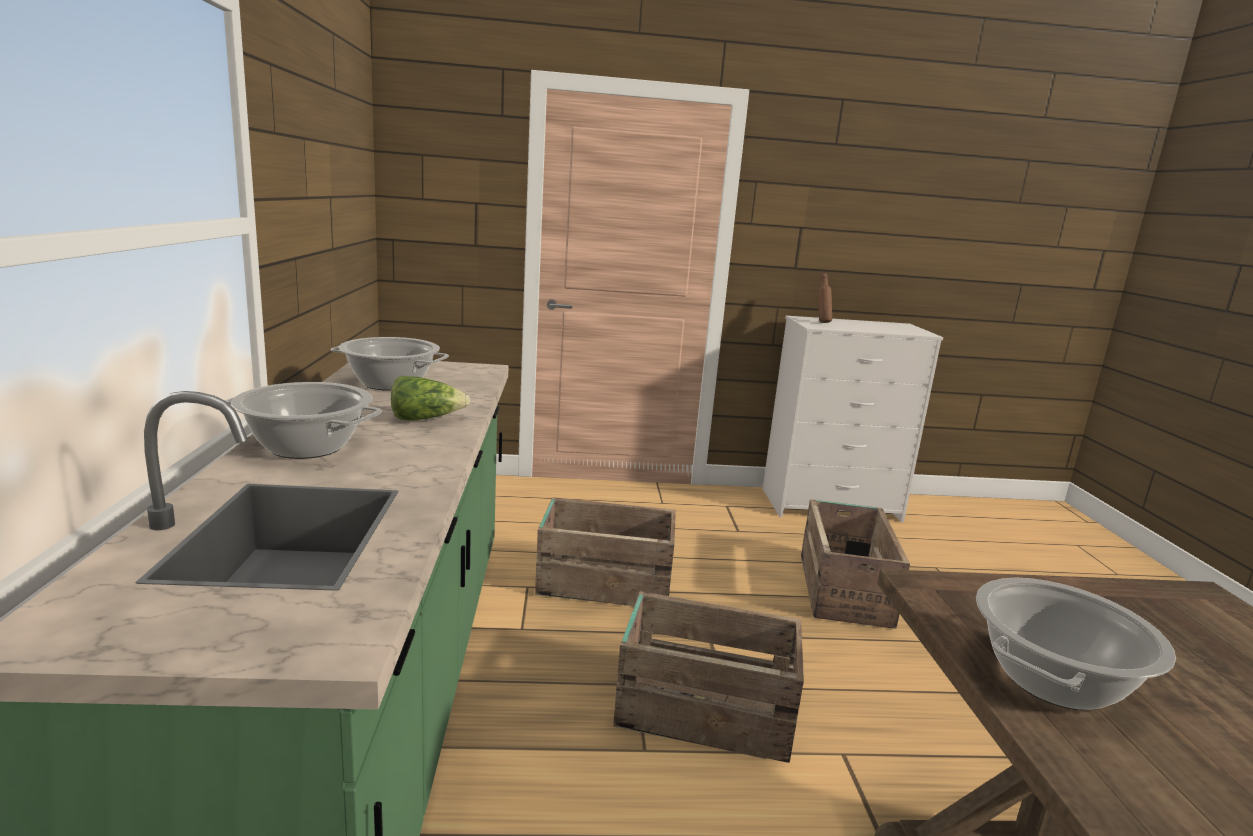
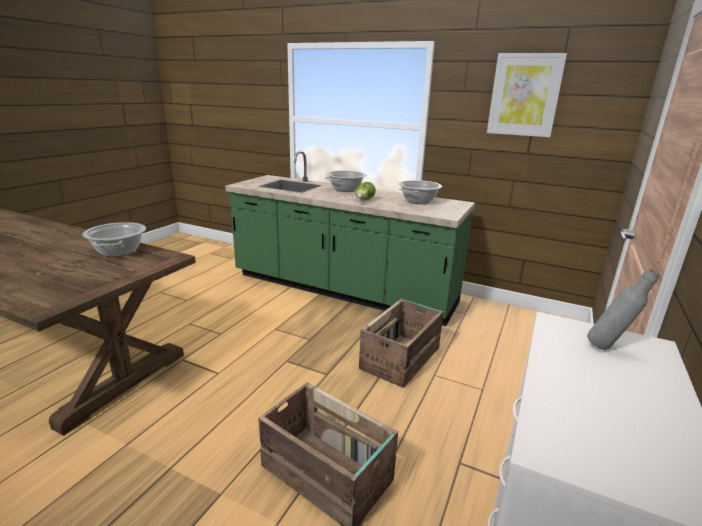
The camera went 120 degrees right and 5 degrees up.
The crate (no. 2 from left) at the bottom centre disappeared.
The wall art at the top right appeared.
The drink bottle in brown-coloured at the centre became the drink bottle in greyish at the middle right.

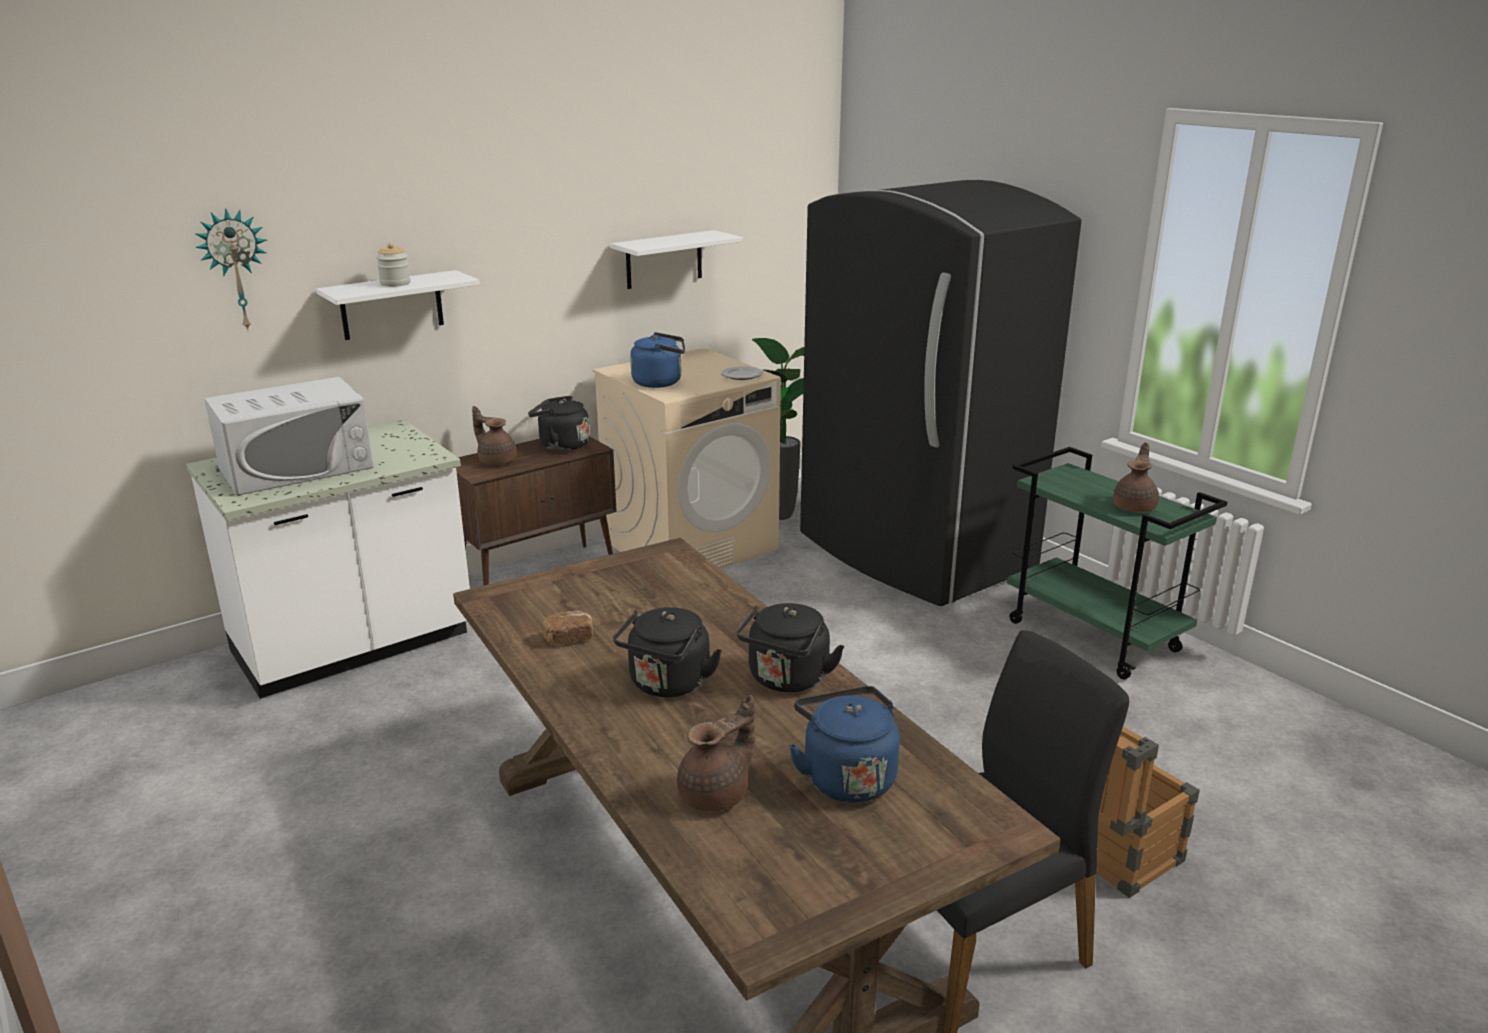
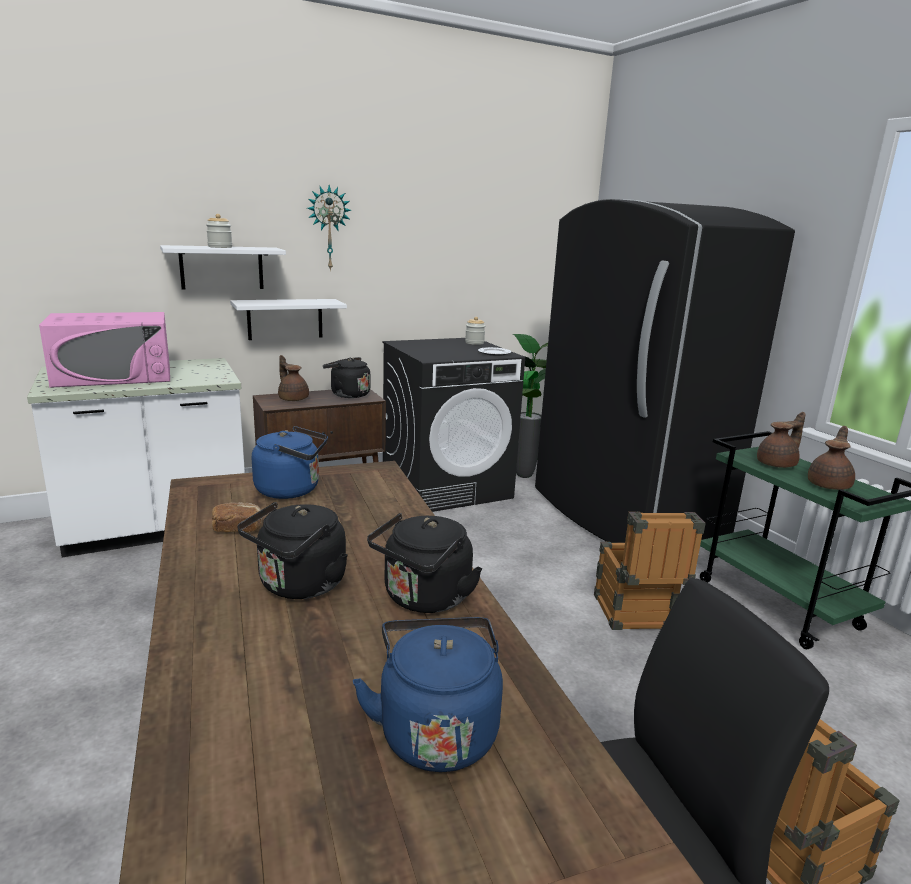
The camera went 10 degrees right and 5 degrees down.
The preserve jar (no. 2 from left) at the centre appeared.
The crate (no. 1 from left) at the middle right appeared.
The hanging clock moved from the top left to the top centre.
The shelf in white-coloured (no. 2 from left) moved from the top centre to the middle left.
The tea kettle in bluish (no. 1 from left) moved from the centre to the middle left.
The teapot in brown-coloured (no. 2 from left) moved from the bottom centre to the middle right.
The microwave oven in white-coloured at the middle left became the microwave oven in pink at the middle left.
The laundry machine in sand-coloured at the centre became the laundry machine in black at the centre.

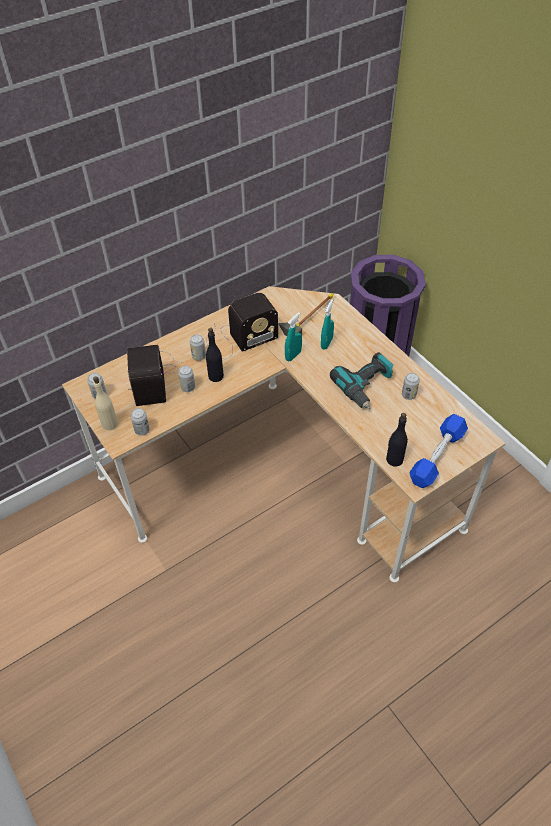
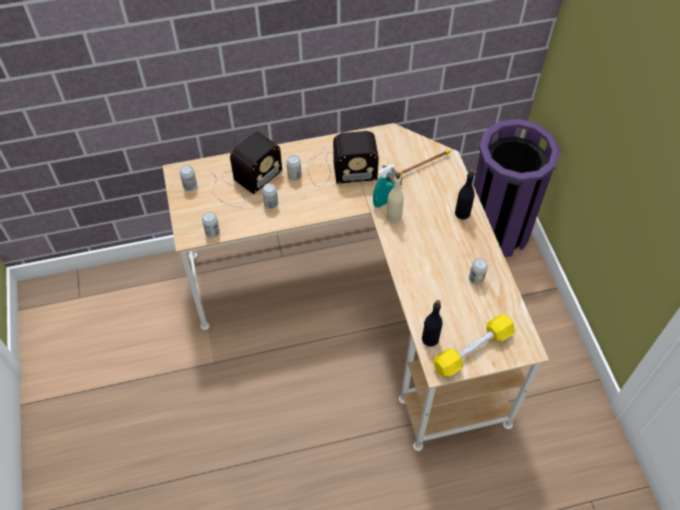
The camera went 20 degrees right and 5 degrees up.
The sprayer in turquoise-coloured (no. 2 from left) at the centre disappeared.
The drill at the centre disappeared.
The drink bottle in sand-coloured moved from the middle left to the centre.
The drink bottle in black (no. 1 from left in the first image) moved from the centre to the middle right.
The free weight in bluish at the middle right became the free weight in yellow at the bottom right.
The radio set (no. 1 from left) at the middle left turned 150 degrees counterclockwise.

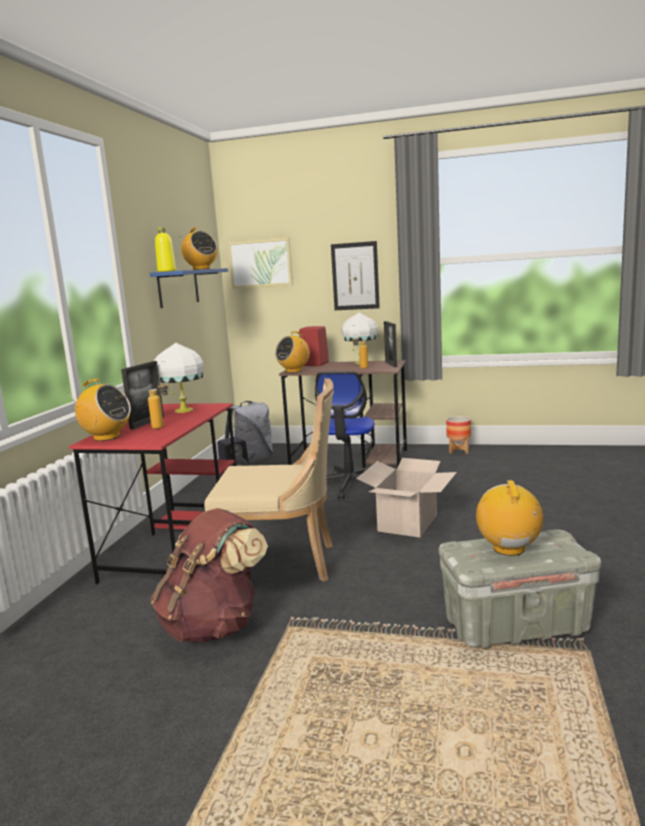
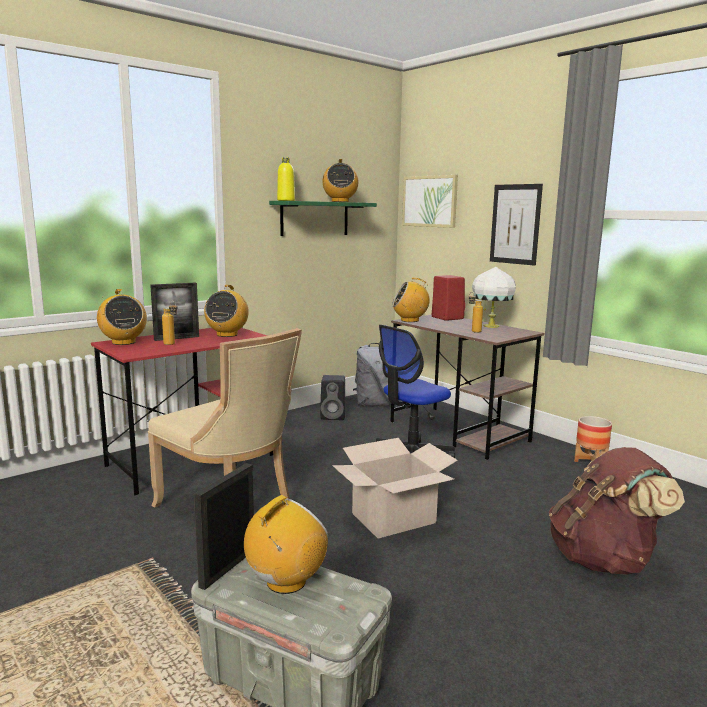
The camera went 35 degrees right and 0 degrees up.
The knapsack in brown-coloured moved from the bottom left to the bottom right.
The picture frame (no. 2 from left) moved from the centre to the bottom left.
The table lamp in white-coloured (no. 1 from left) at the middle left was replaced by the radio set (no. 2 from left) at the middle left.
The shelf in bluish at the middle left became the shelf in green at the top centre.

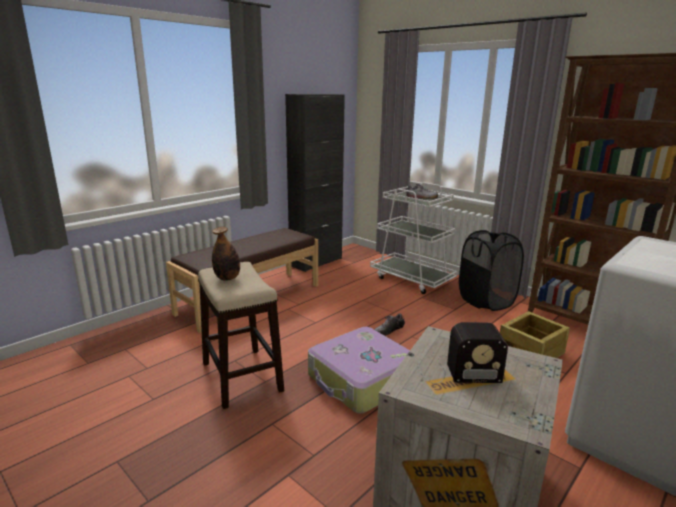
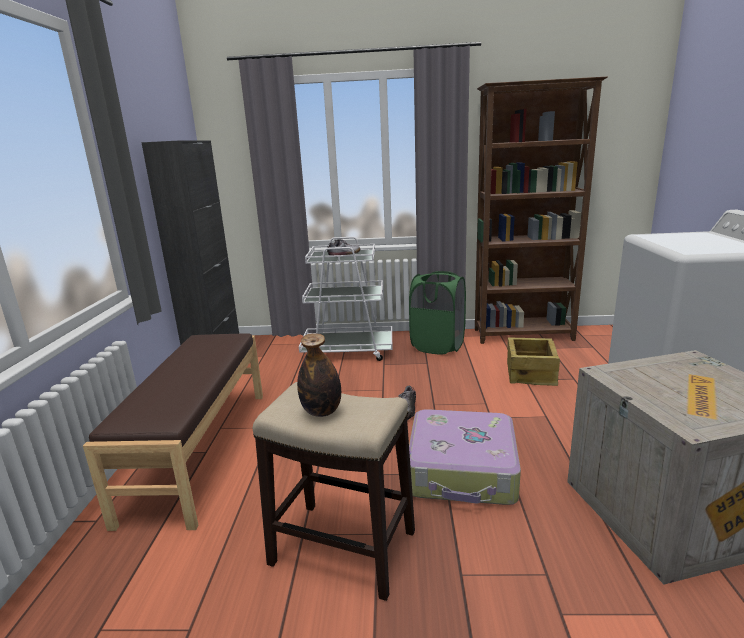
The camera went 40 degrees left and 0 degrees up.
The radio set at the bottom right disappeared.
The washing basket in black at the middle right became the washing basket in green at the centre.

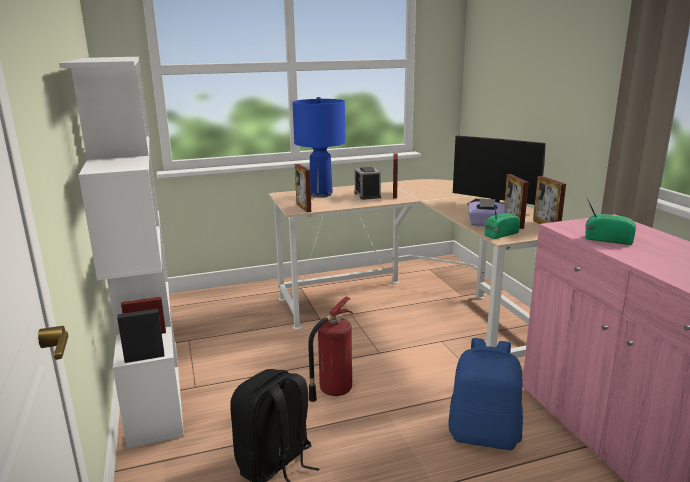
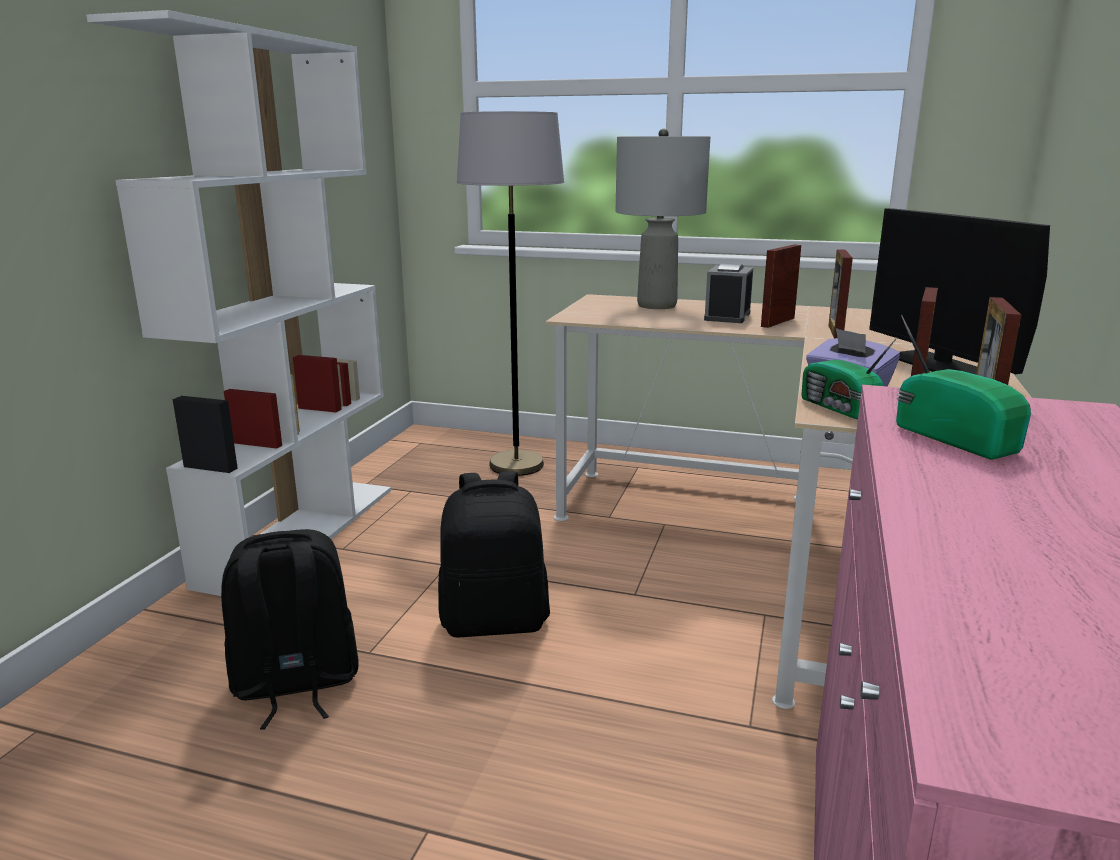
The camera went 35 degrees right and 0 degrees up.
The knapsack in bluish at the bottom right disappeared.
The standard lamp in greyish at the centre appeared.
The picture frame (no. 1 from left in the first image) moved from the centre to the middle right.
The extinguisher at the bottom centre was replaced by the knapsack in black (no. 2 from left) at the centre.
The table lamp in bluish at the top centre became the table lamp in greyish at the top centre.
The radio set (no. 1 from left) at the middle right turned 120 degrees counterclockwise.

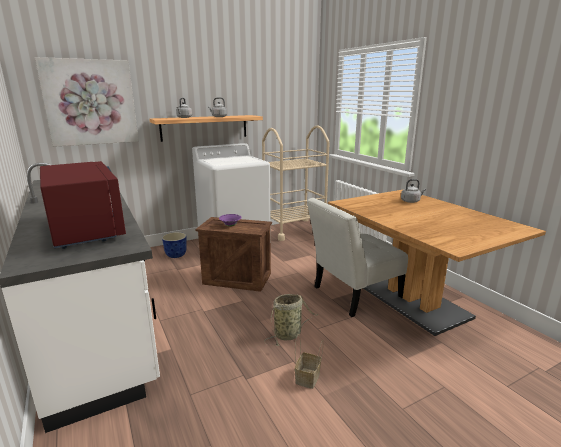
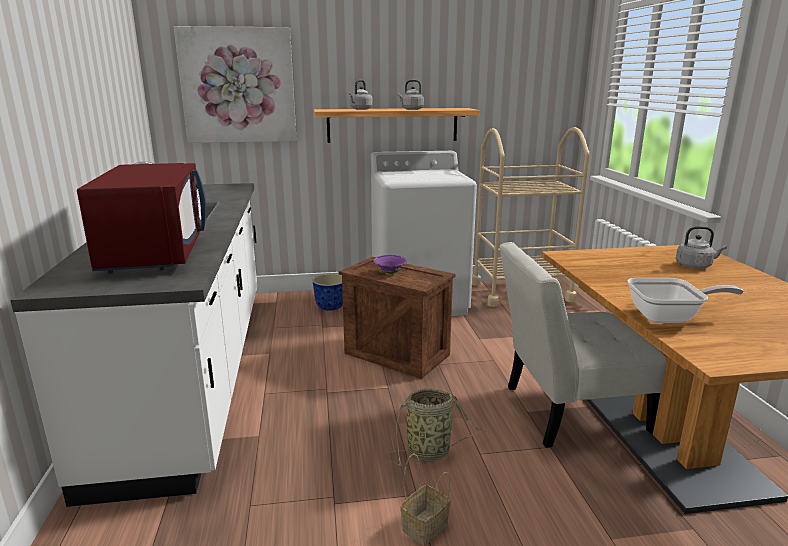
The camera went 20 degrees right and 0 degrees up.
The pan at the middle right appeared.

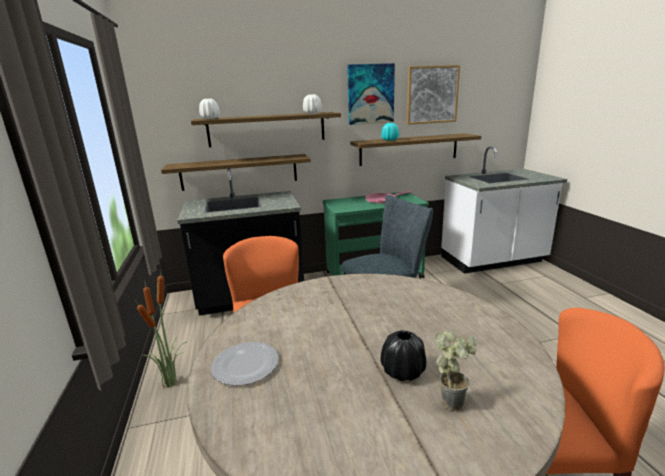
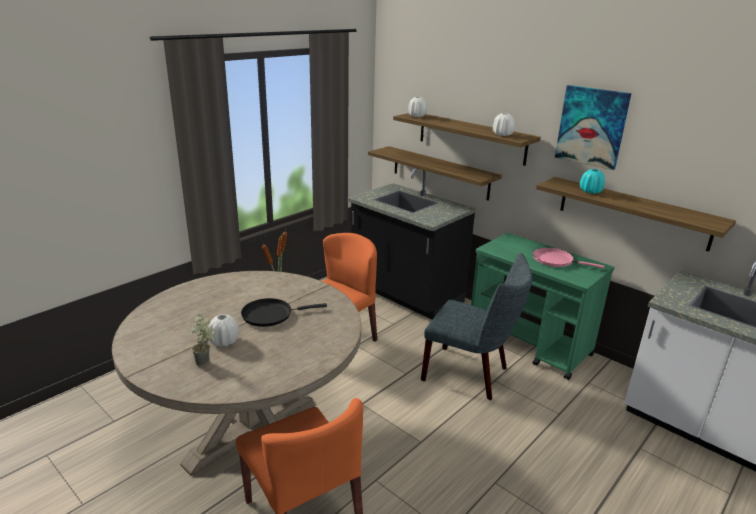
The camera went 55 degrees right and 5 degrees up.
The dinner plate at the bottom centre disappeared.
The wall art (no. 2 from left) at the top centre disappeared.
The pan in black at the centre appeared.
The vase in black at the bottom centre became the vase in white-coloured (no. 1 from left) at the middle left.

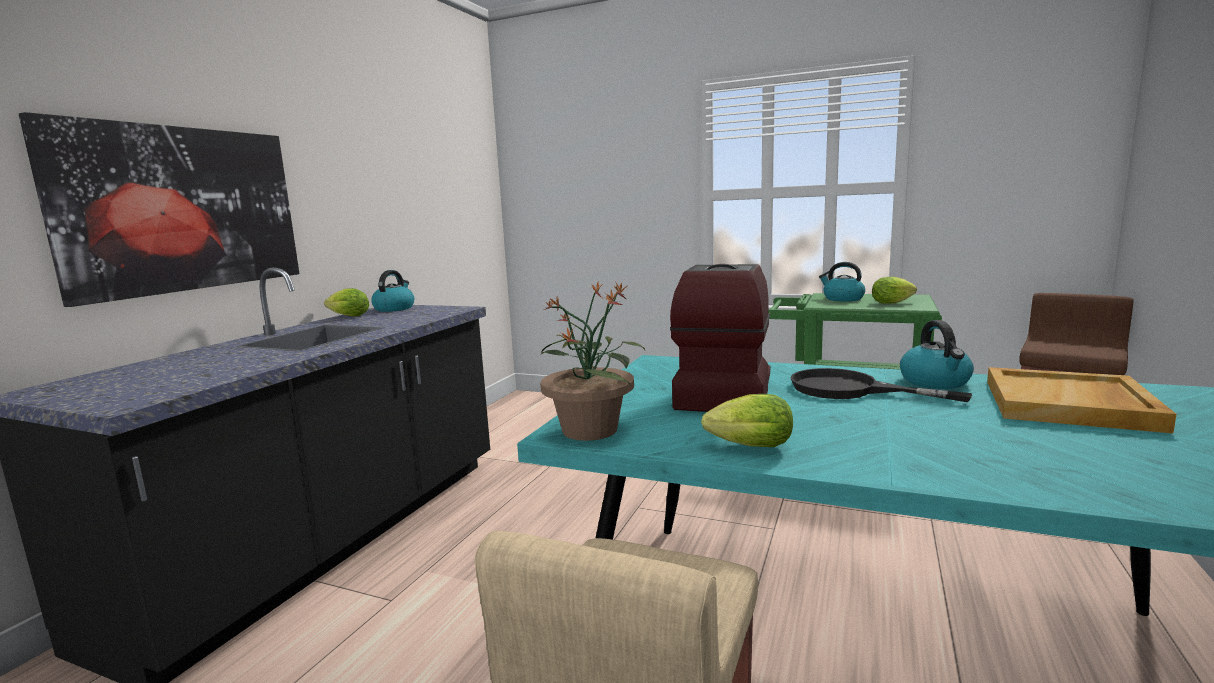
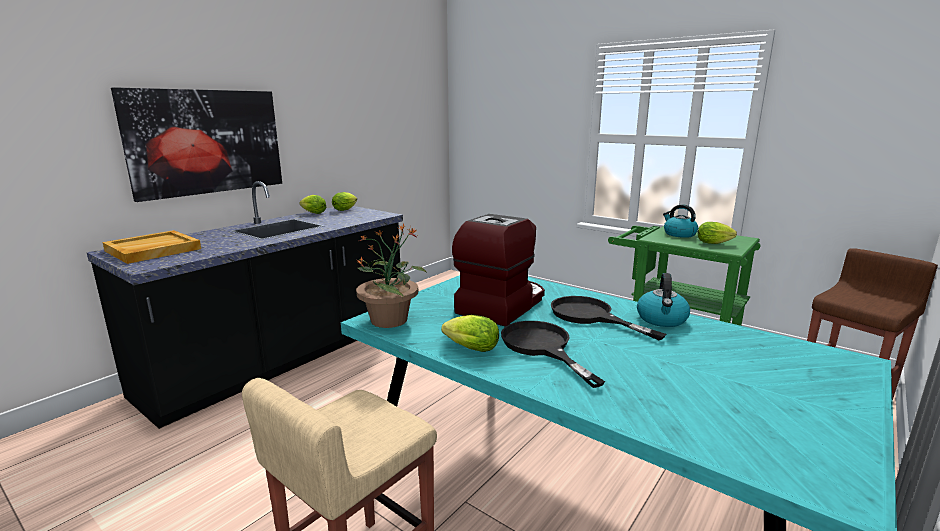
The camera went 15 degrees right and 5 degrees up.
The pan in black (no. 1 from left) at the bottom centre appeared.
The tray in sand-coloured moved from the middle right to the middle left.
The tea kettle (no. 1 from left) at the middle left was replaced by the head of lettuce (no. 2 from left) at the centre.

